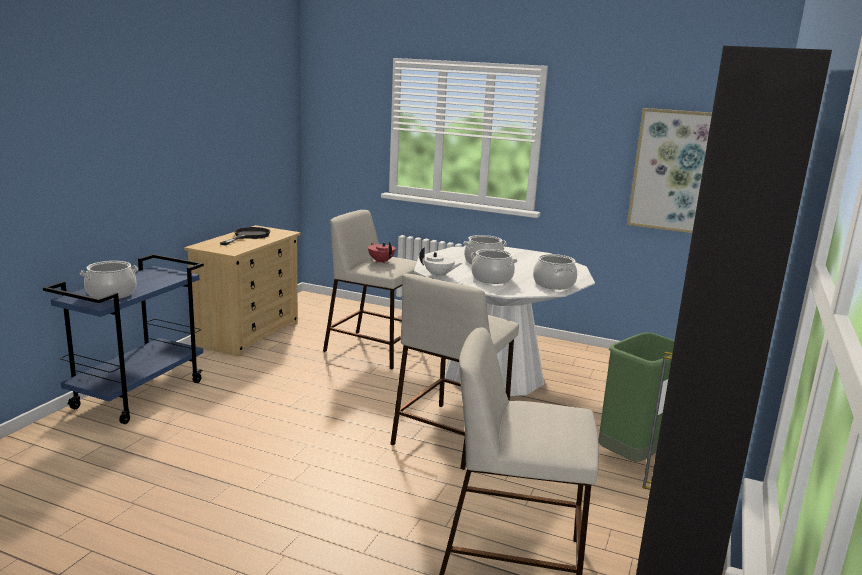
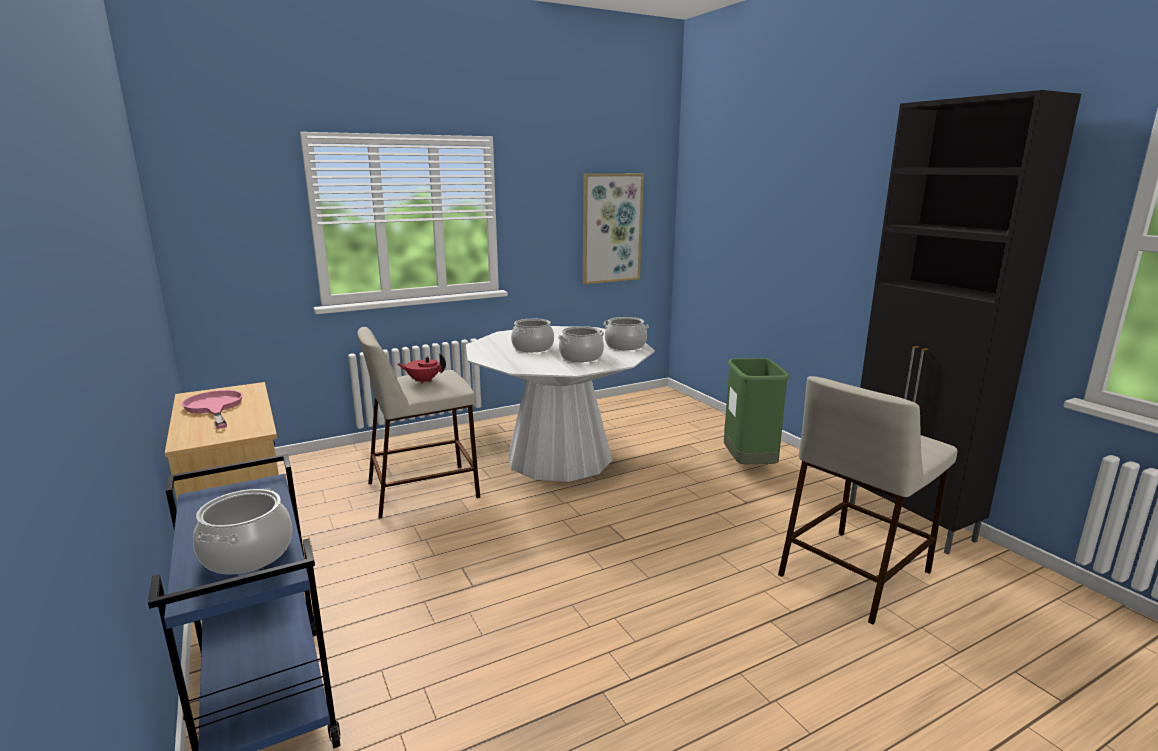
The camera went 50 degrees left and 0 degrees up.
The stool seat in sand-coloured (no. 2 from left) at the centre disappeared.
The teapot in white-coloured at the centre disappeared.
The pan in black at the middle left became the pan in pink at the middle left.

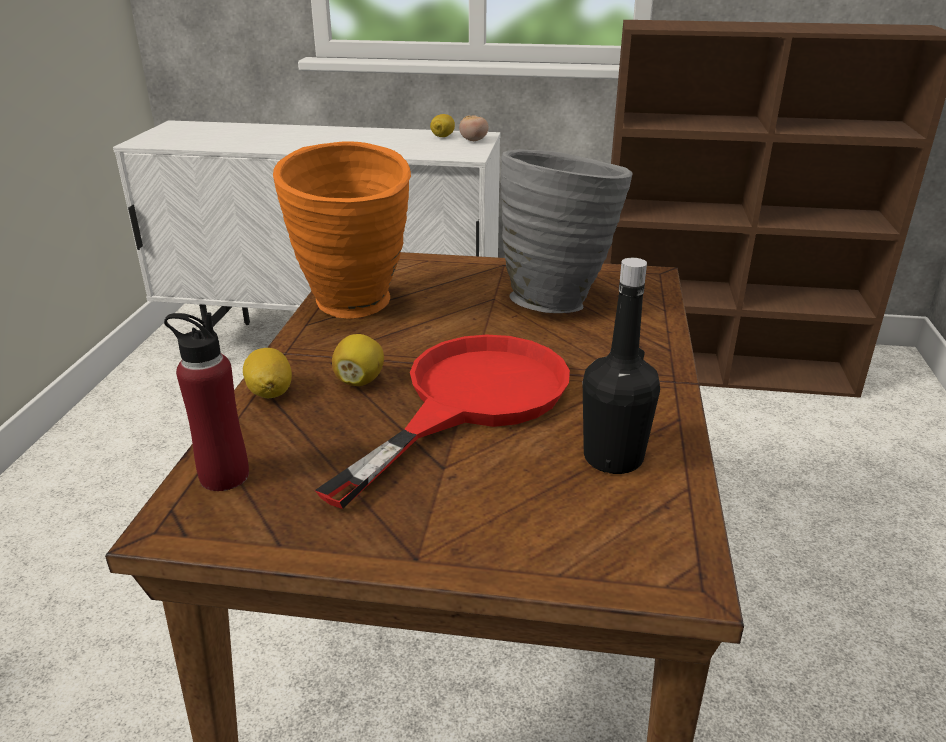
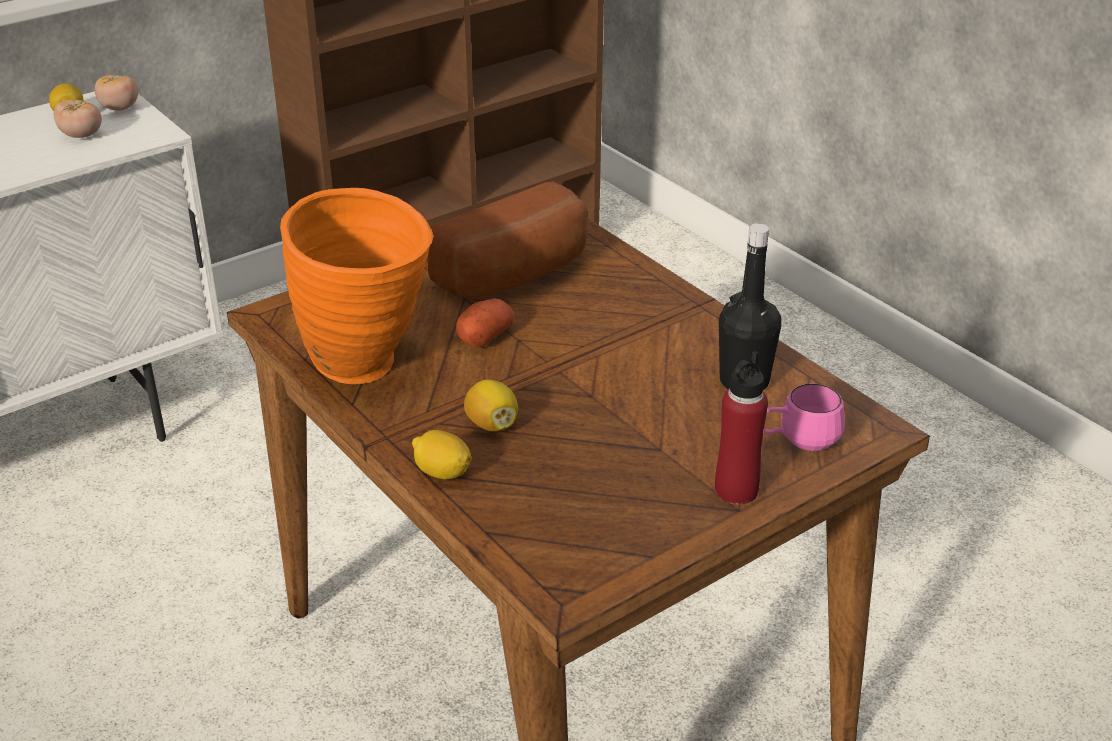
The camera went 45 degrees left and 5 degrees up.
The pan in reddish at the centre disappeared.
The whole tomato (no. 1 from left) at the top left appeared.
The potato at the centre appeared.
The mug in pink at the middle right appeared.
The drink bottle in reddish moved from the middle left to the centre.
The vase in greyish at the top centre was replaced by the bread at the top centre.

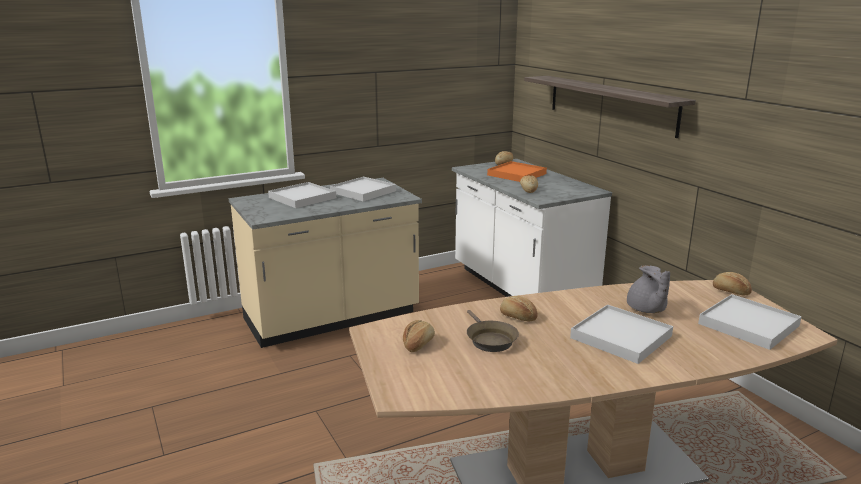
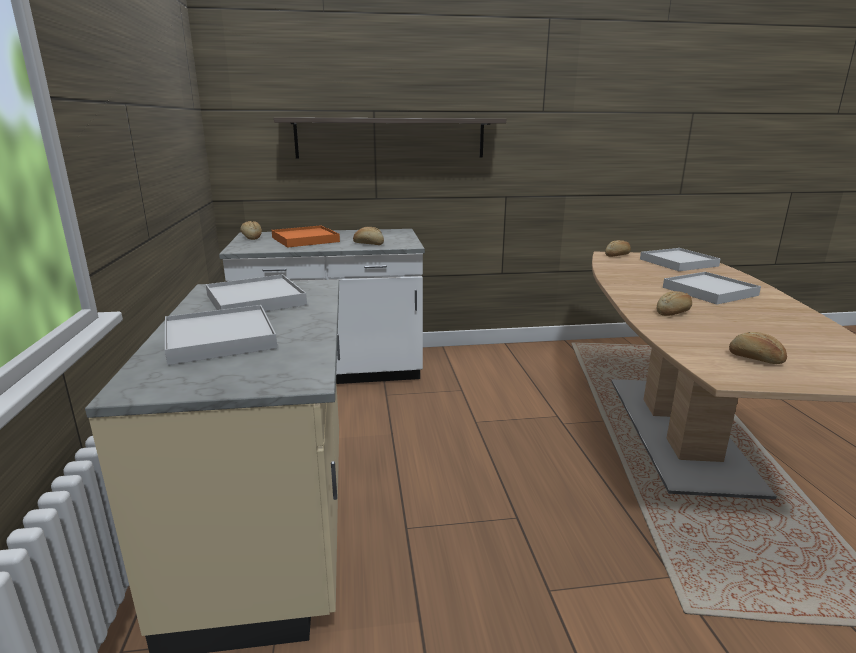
The camera went 70 degrees left and 0 degrees up.
The pan in brown-coloured at the bottom centre disappeared.
The teapot in greyish at the middle right disappeared.

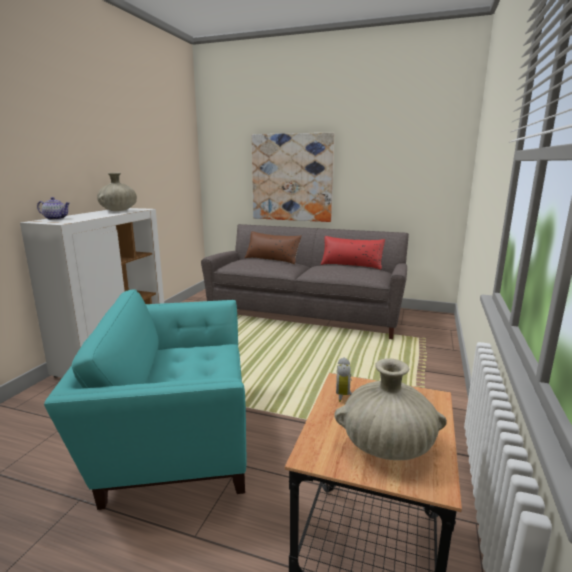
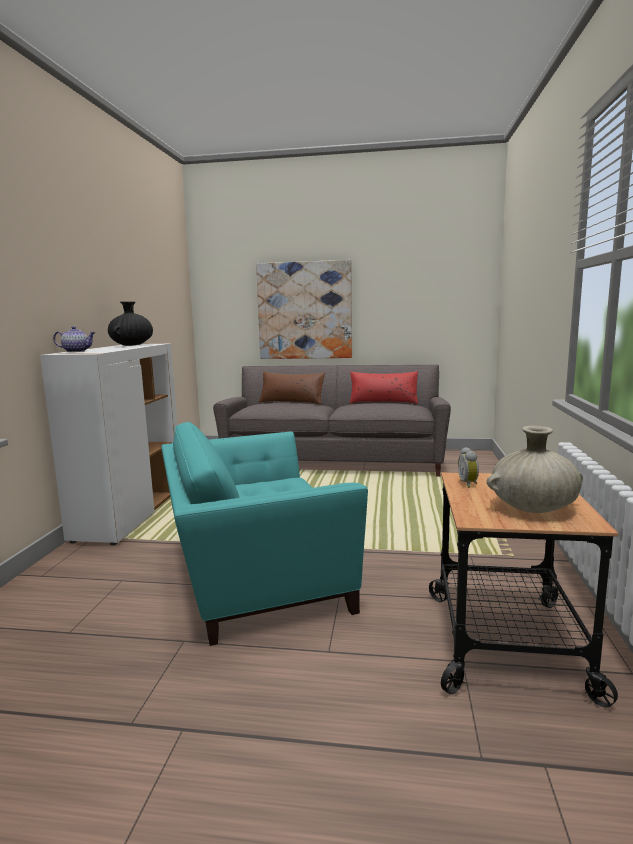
The camera went 10 degrees left and 5 degrees down.
The vase in sand-coloured (no. 1 from left) at the middle left became the vase in black at the middle left.

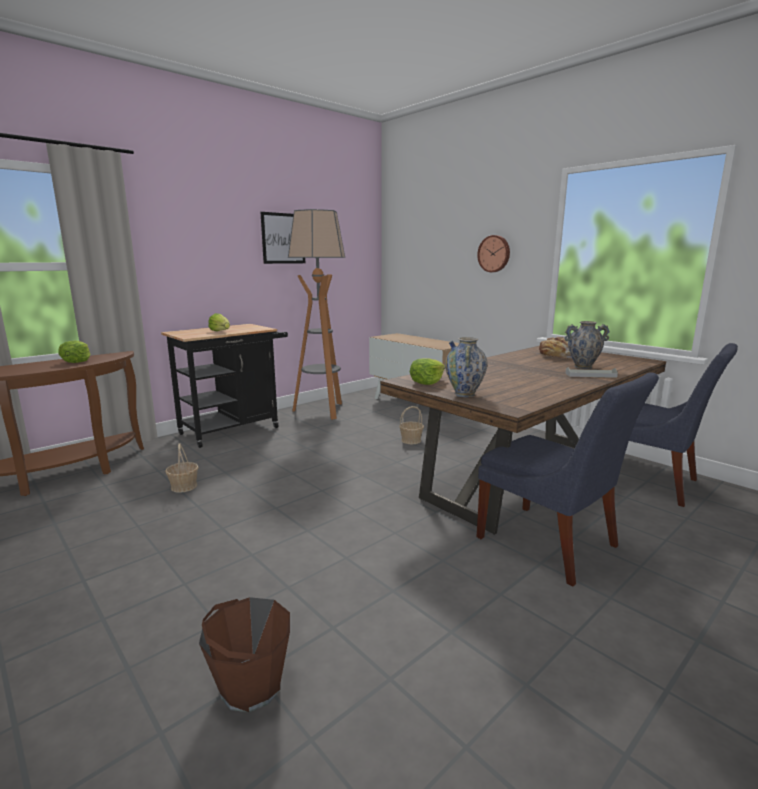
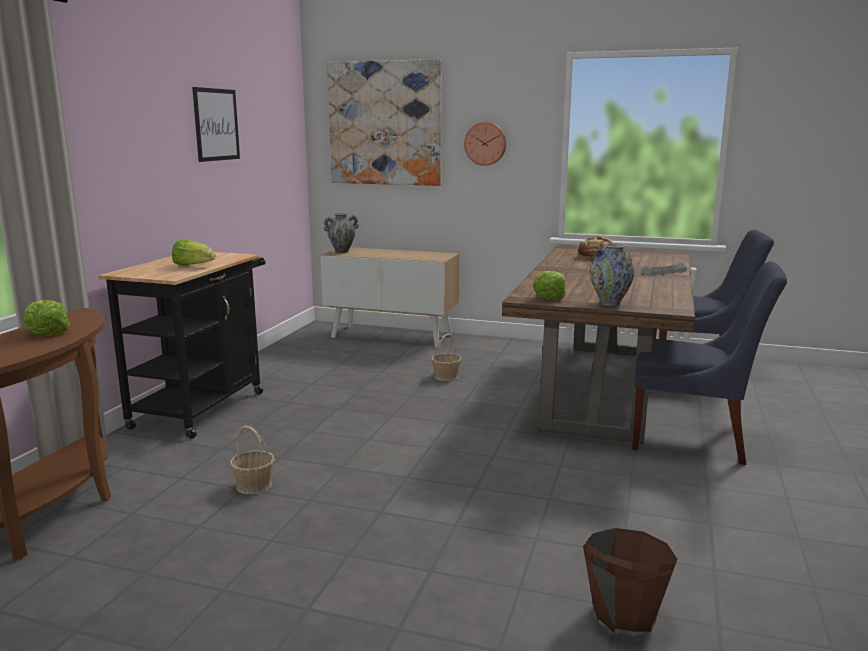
The camera went 30 degrees left and 0 degrees up.
The standard lamp at the centre disappeared.
The wall art (no. 2 from left) at the top centre appeared.
The vase (no. 2 from left in the first image) moved from the middle right to the centre.

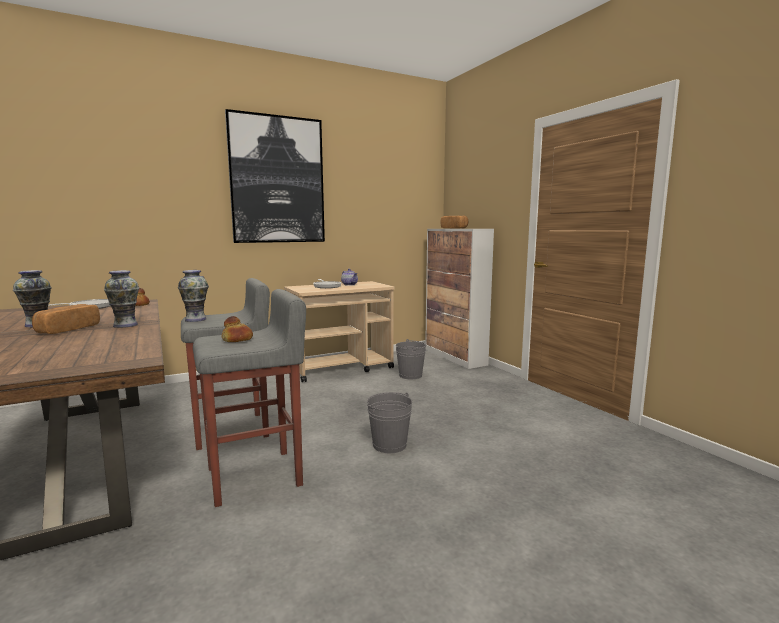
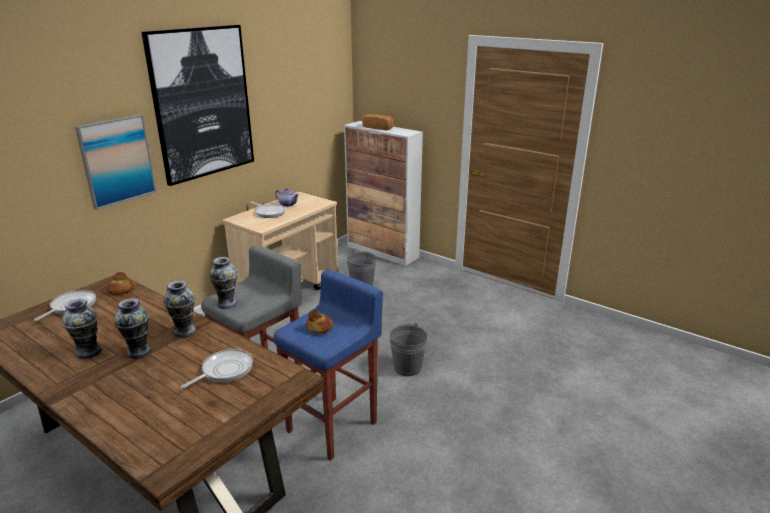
The camera went 25 degrees left and 15 degrees up.
The wall art (no. 1 from left) at the top left appeared.
The pan (no. 2 from left) at the bottom left appeared.
The bread (no. 1 from left) at the middle left was replaced by the vase (no. 2 from left) at the middle left.
The stool seat in greyish (no. 2 from left) at the middle left became the stool seat in bluish at the bottom centre.

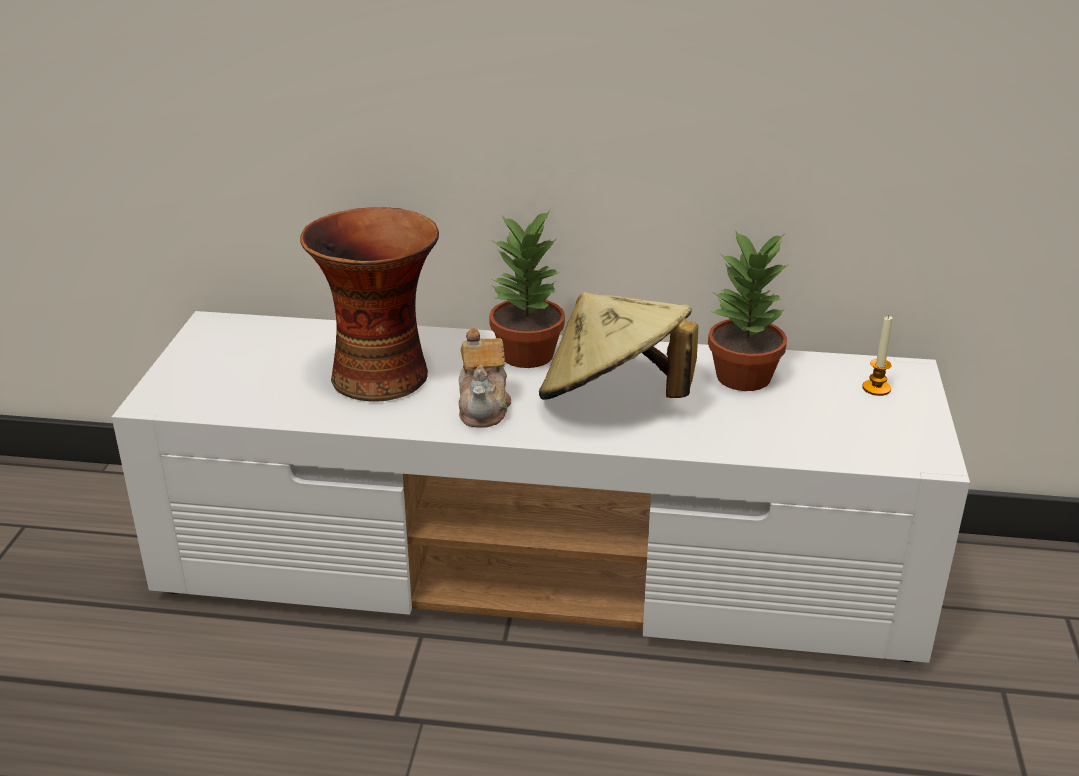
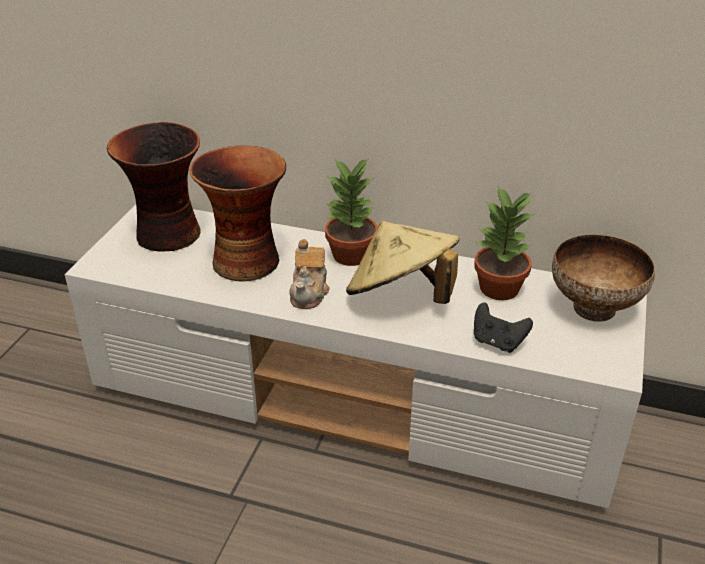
The camera went 10 degrees right and 5 degrees up.
The vase (no. 1 from left) at the top left appeared.
The game controller in black at the middle right appeared.
The candle at the middle right was replaced by the serving bowl at the middle right.

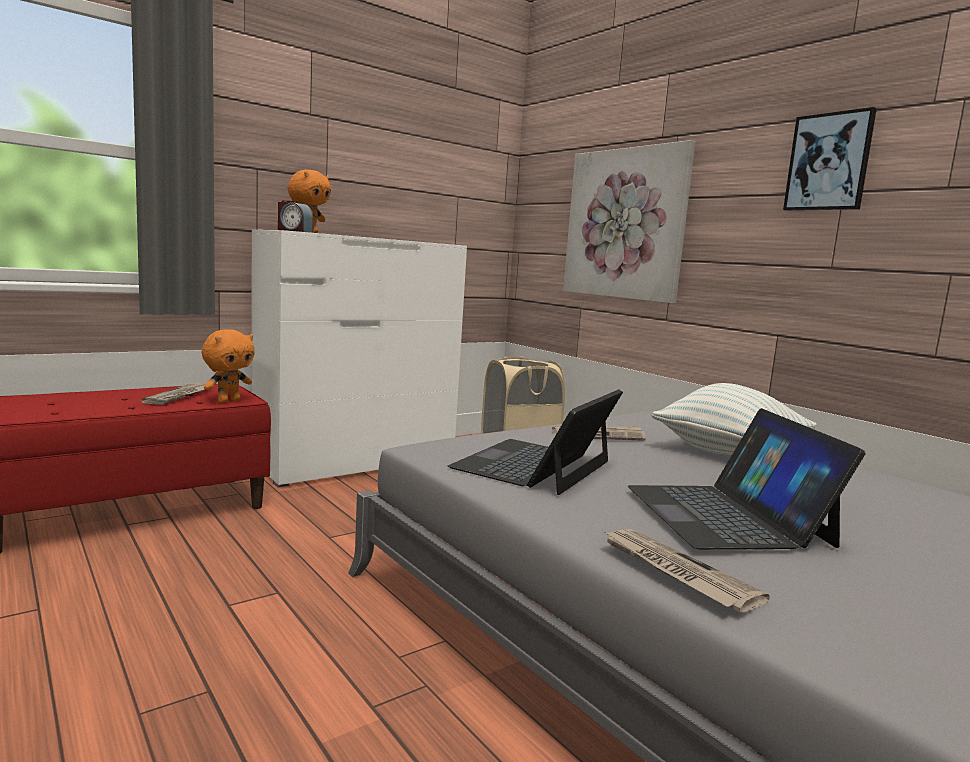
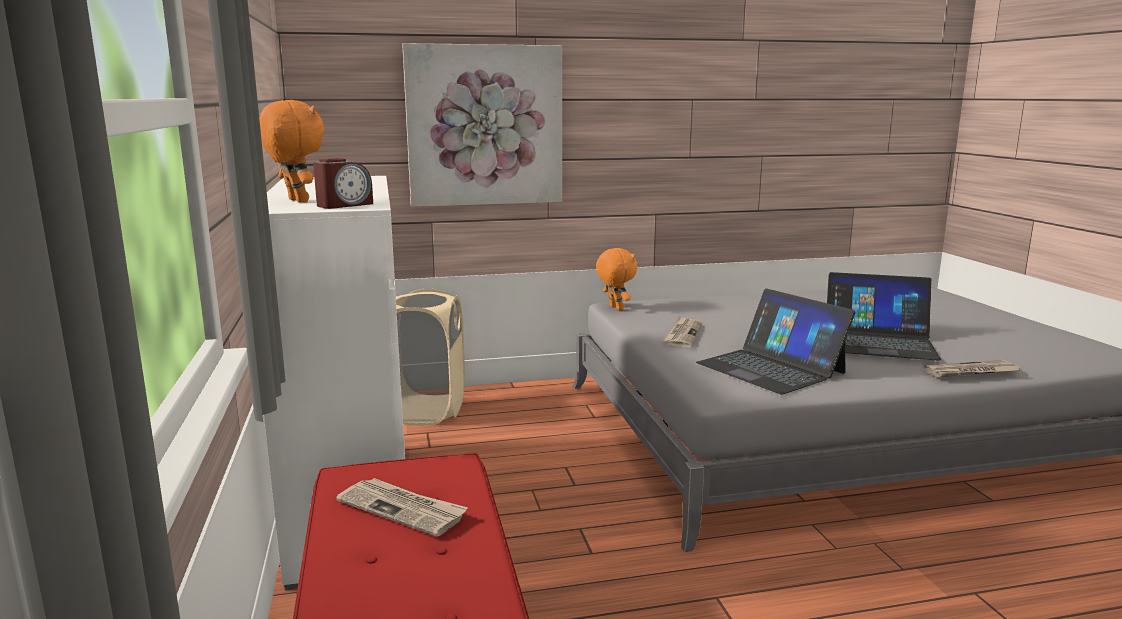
The camera went 65 degrees left and 5 degrees up.
The cushion at the middle right disappeared.
The wall art (no. 2 from left) at the top right disappeared.
The cuddly toy in orangey (no. 1 from left in the first image) moved from the middle left to the centre.

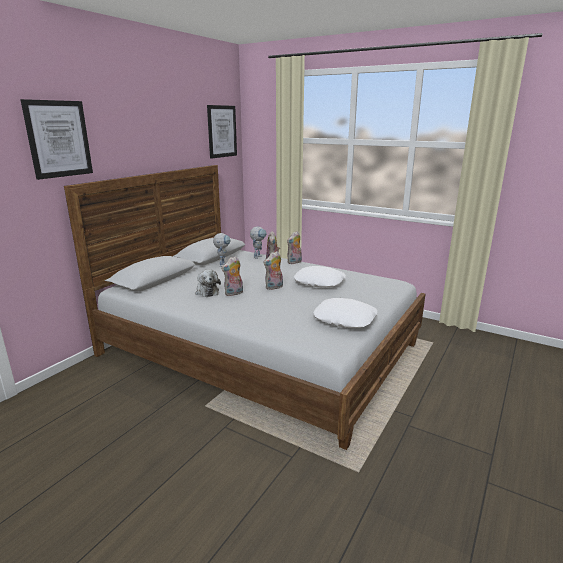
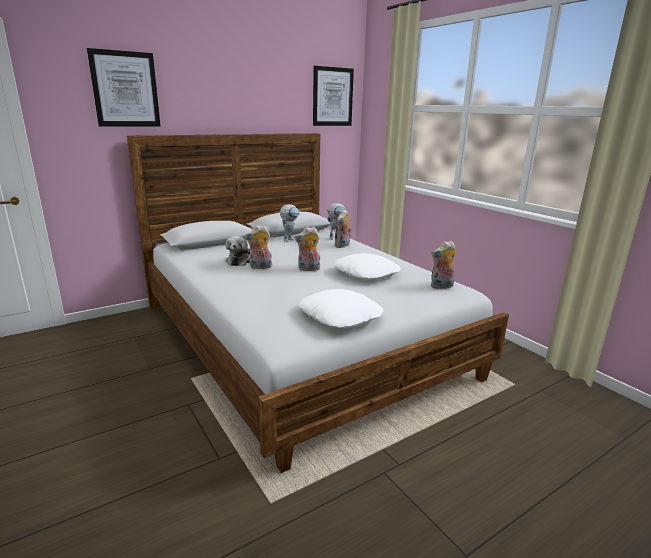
The camera went 25 degrees right and 0 degrees up.
The cuddly toy (no. 5 from left) moved from the centre to the middle right.

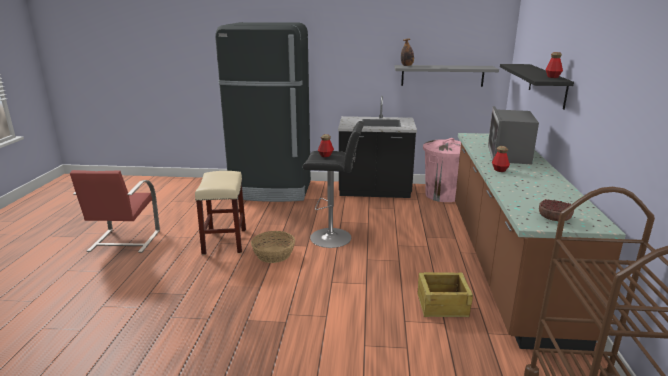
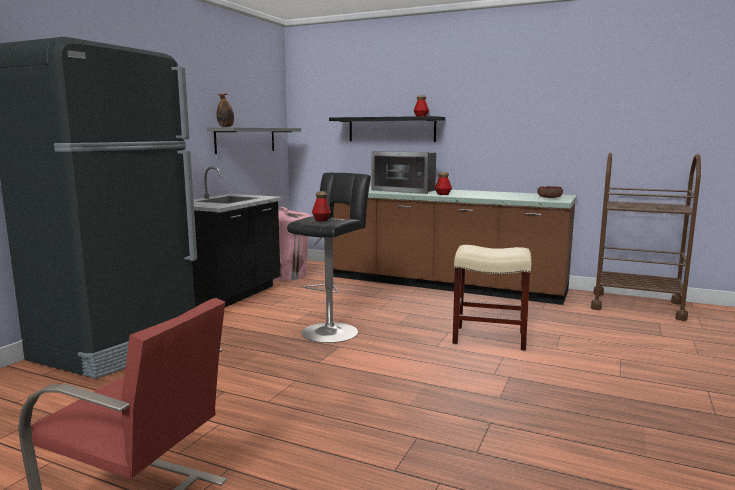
The camera went 70 degrees left and 10 degrees down.
The storage basket at the centre disappeared.
The crate at the bottom centre disappeared.
The stool seat in sand-coloured moved from the middle left to the middle right.

